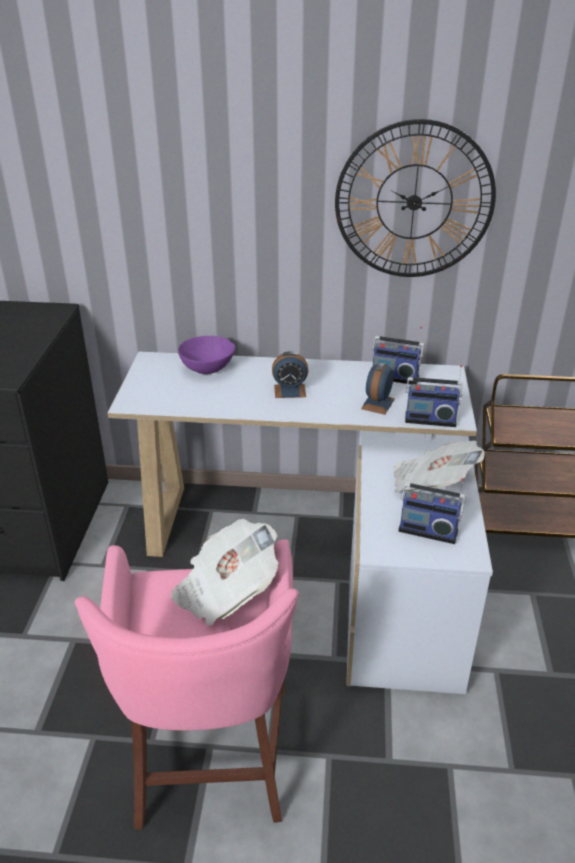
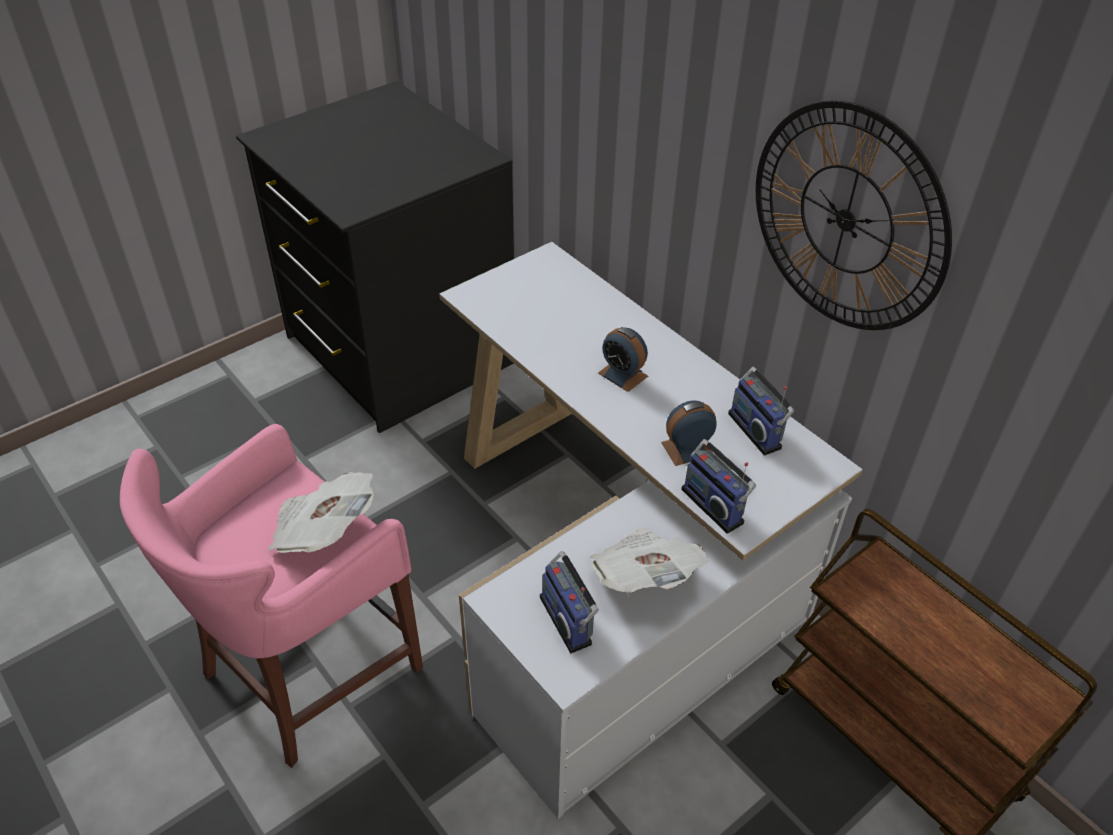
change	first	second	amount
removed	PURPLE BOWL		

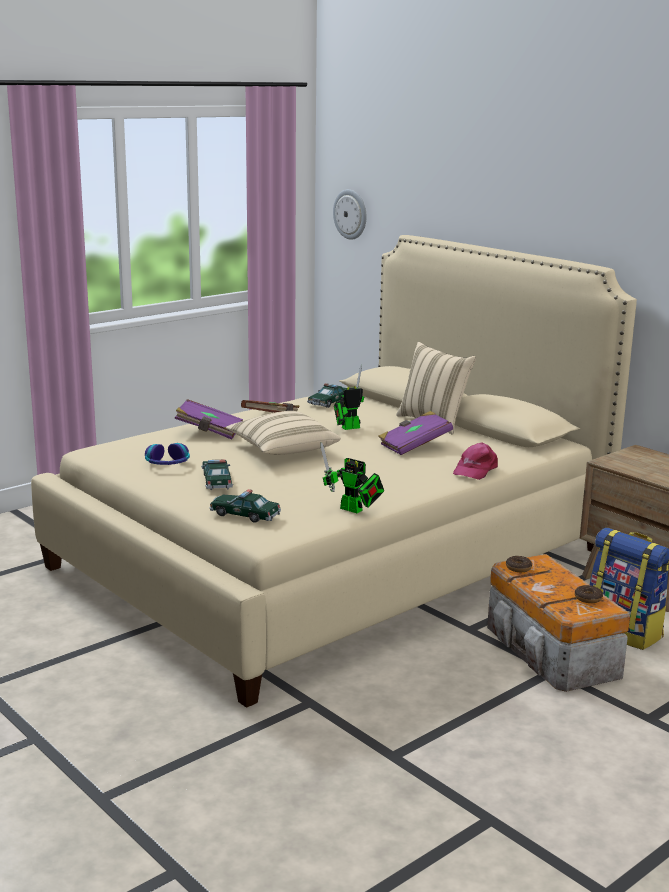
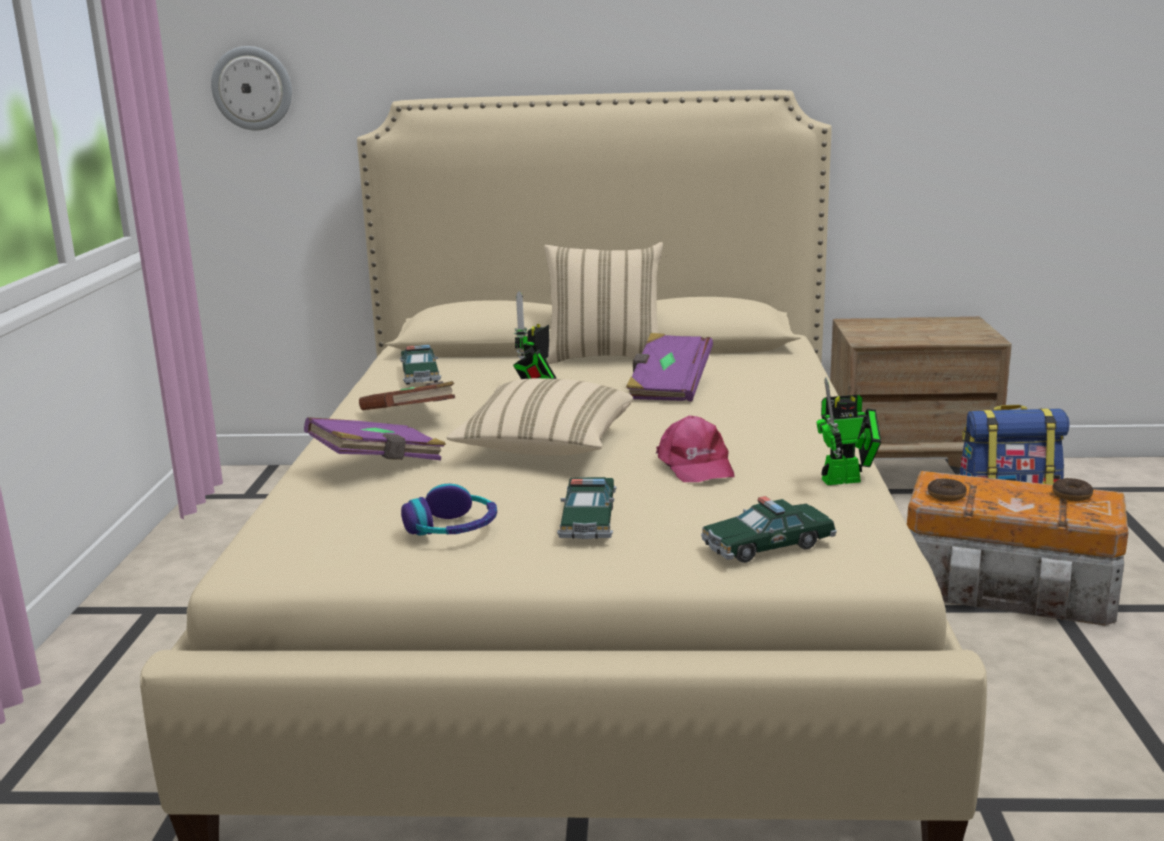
change	first	second	amount
turned	TOY CAR (1st from left in the first image)	TOY CAR (2nd from left)	120 degrees counterclockwise
moved	PINKISH PEAKED CAP		

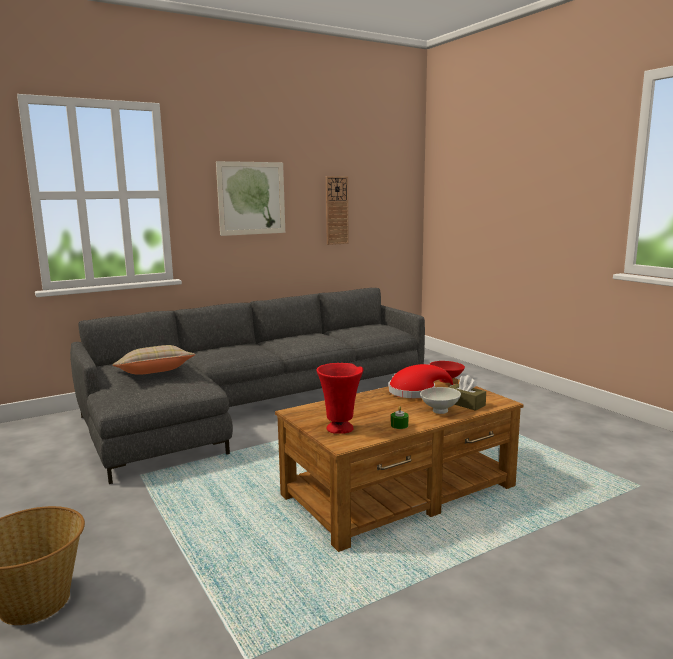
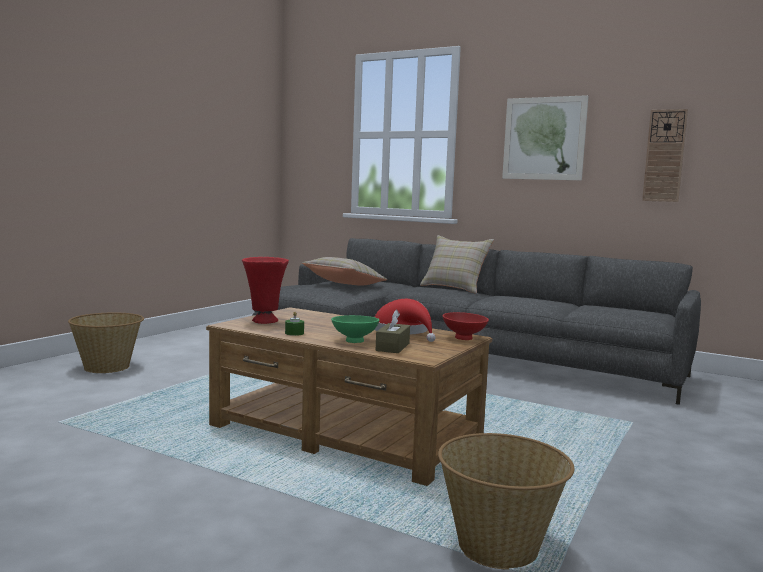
change	first	second	amount
recoloured	WHITISH BOWL	GREENISH BOWL	
added		SAND-COLOURED PILLOW (2nd from left)	
added		HOUSEHOLD BASKET (2nd from left)	

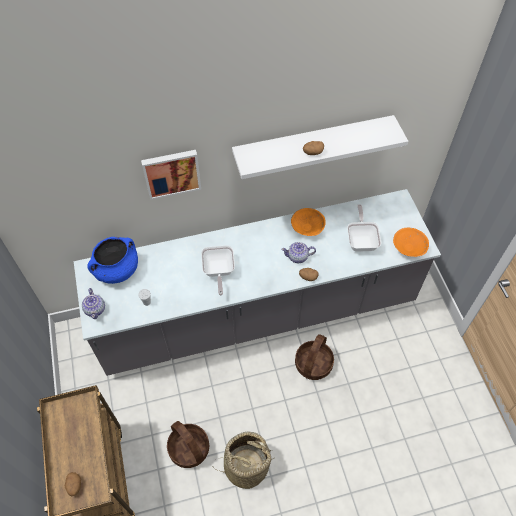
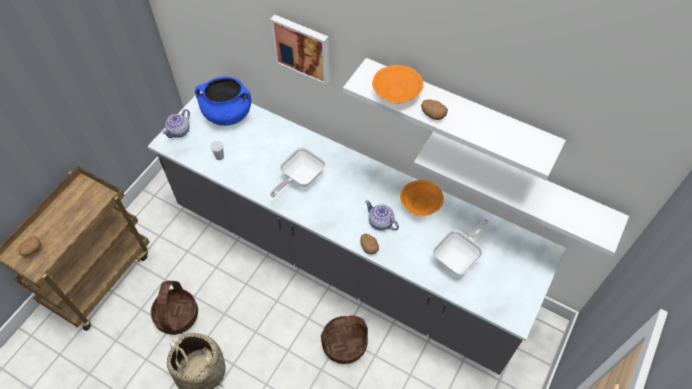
change	first	second	amount
moved	ORANGEY BOWL (2nd from left in the first image)	ORANGEY BOWL (1st from left)	
added		WHITISH BRACKET SHELF (2nd from left)	

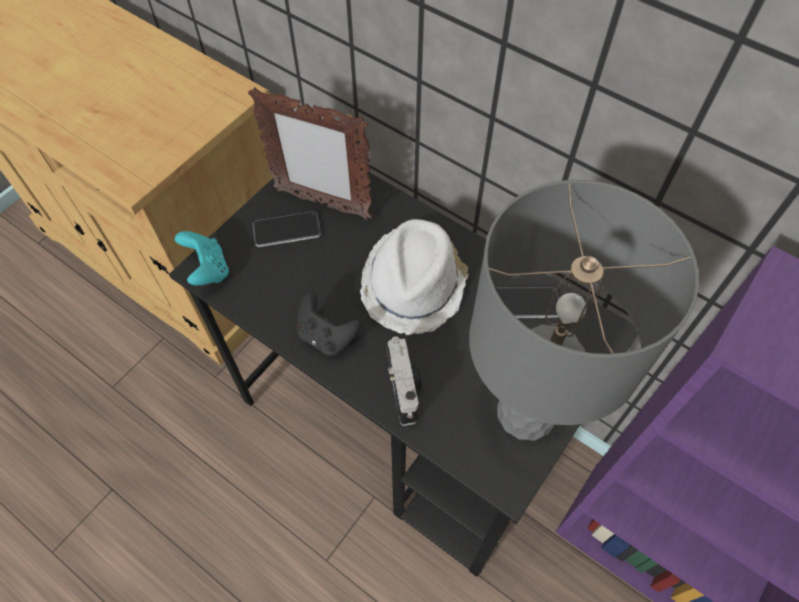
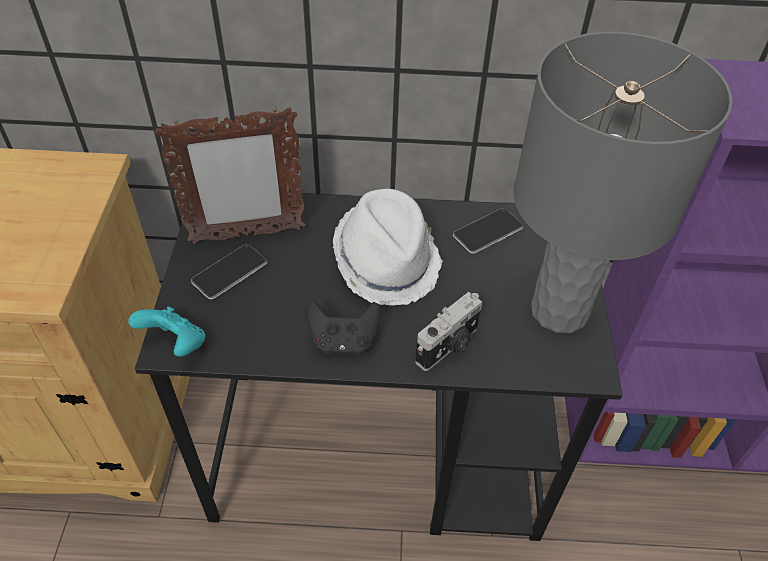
change	first	second	amount
turned	PHOTO CAMERA		90 degrees clockwise

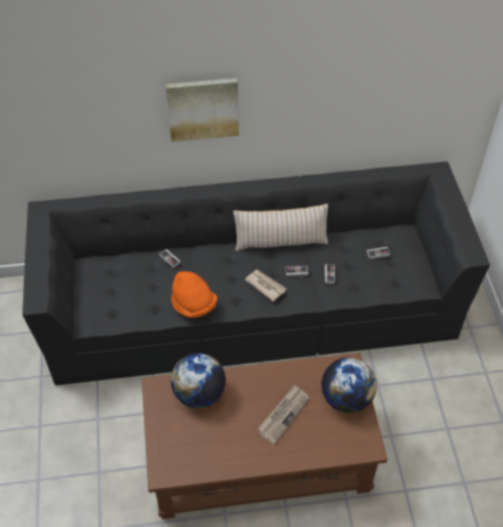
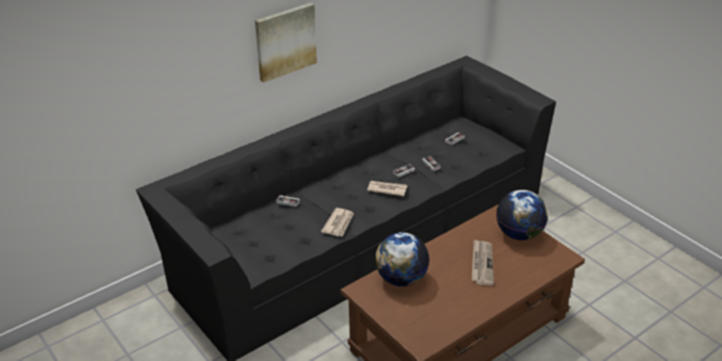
change	first	second	amount
replaced	ORANGEY CLOTHING HAT	PRINTED PAPER (1st from left)	
removed	SAND-COLOURED PILLOW		

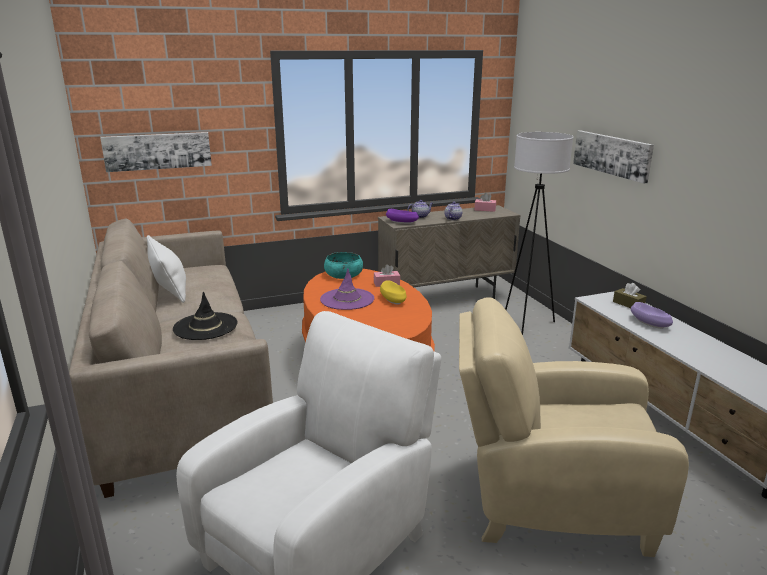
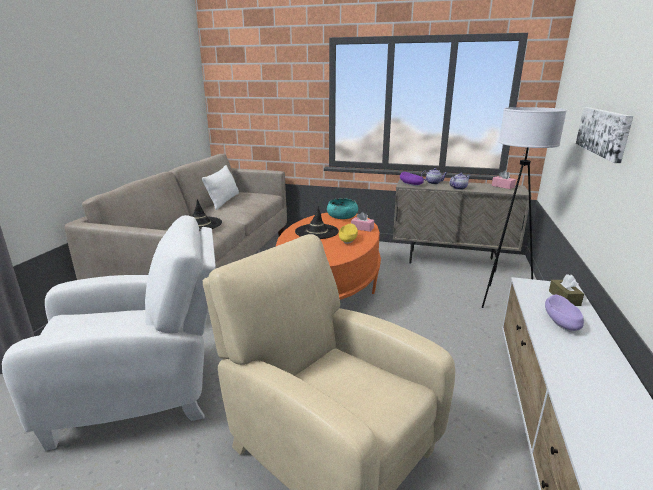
change	first	second	amount
recoloured	PURPLE CLOTHING HAT	BLACK-COLOURED CLOTHING HAT (2nd from left)	
removed	WALL ART (1st from left)		

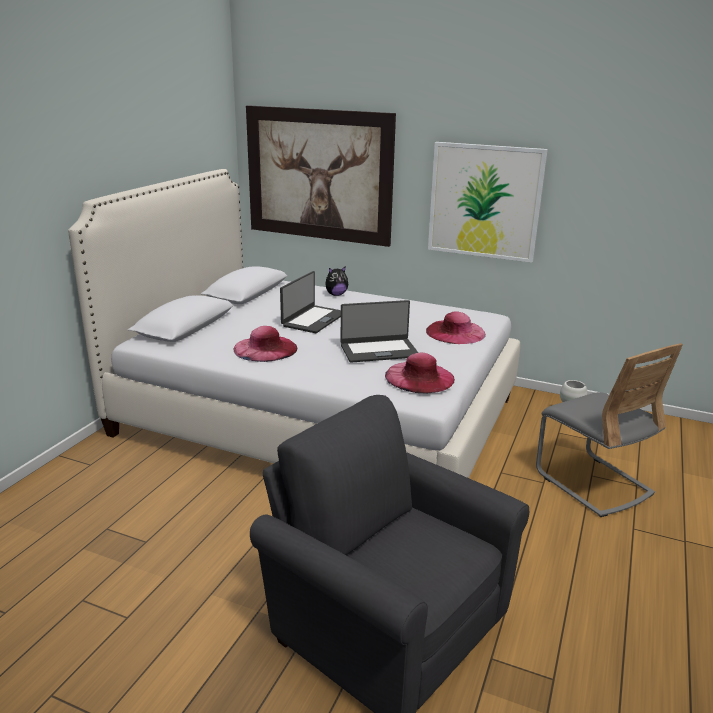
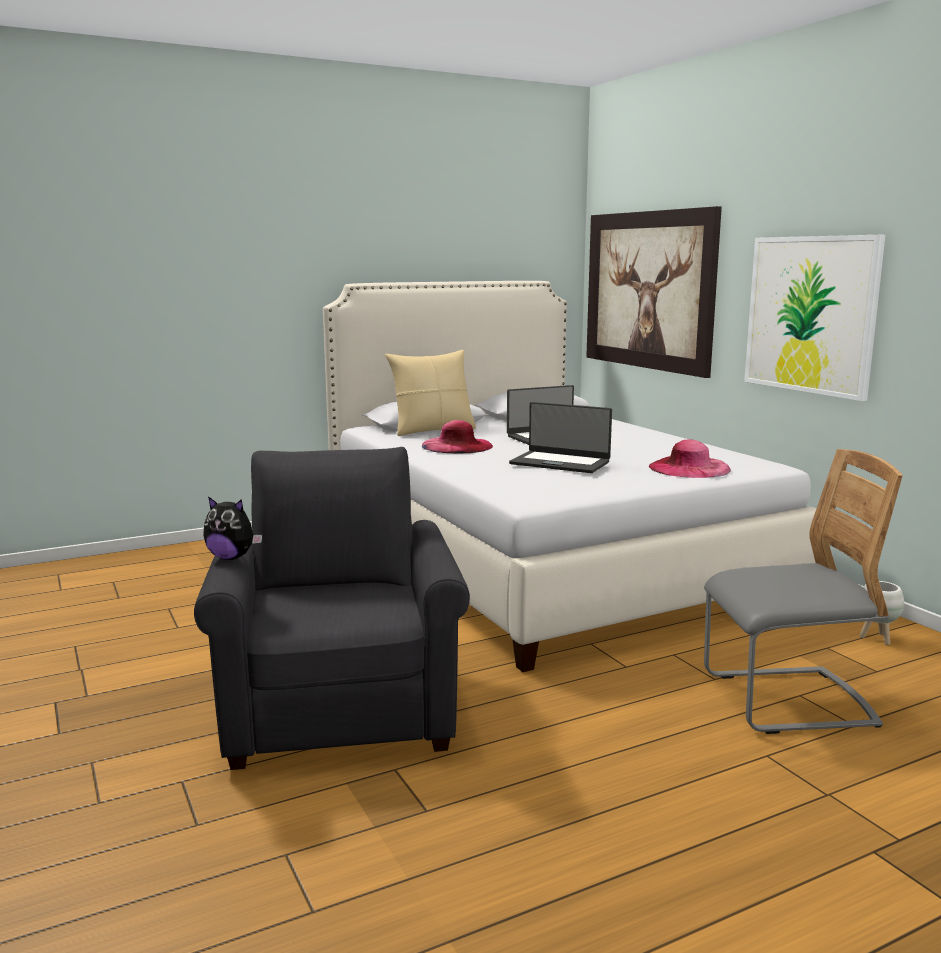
change	first	second	amount
moved	PLUSH TOY		
added		SAND-COLOURED PILLOW	
turned	GRAY CHAIR		105 degrees counterclockwise
removed	PINKISH CLOTHING HAT (2nd from left)		

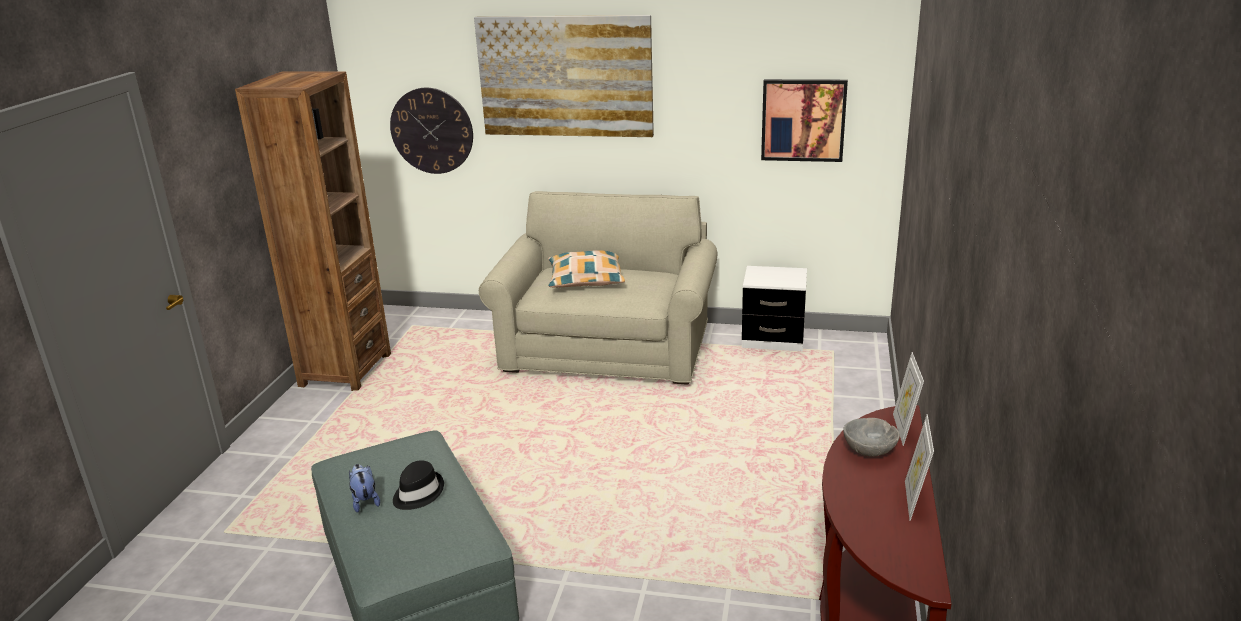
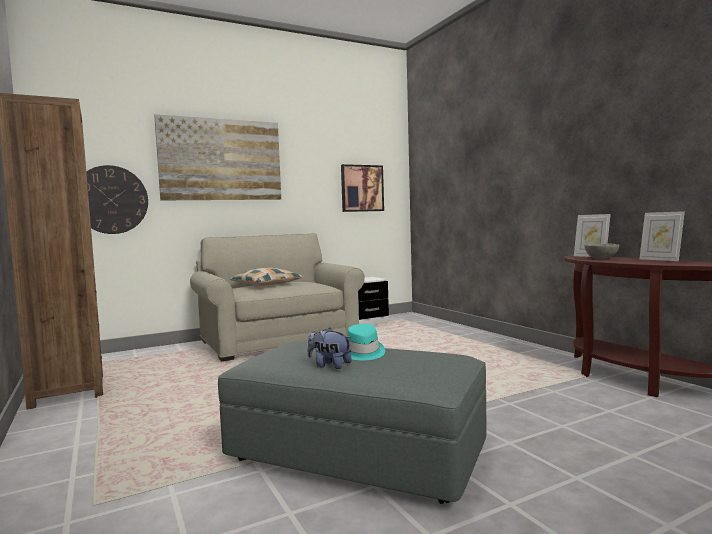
change	first	second	amount
recoloured	BLACK-COLOURED CLOTHING HAT	BLUE-GREEN CLOTHING HAT	

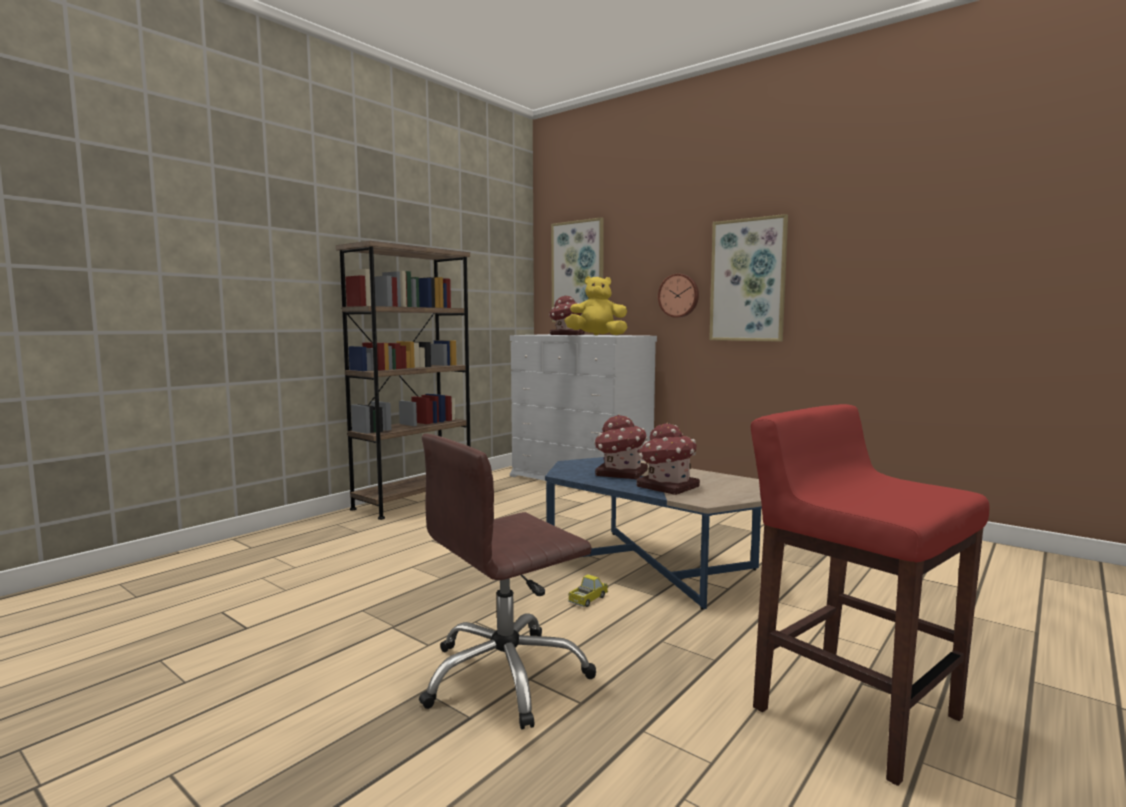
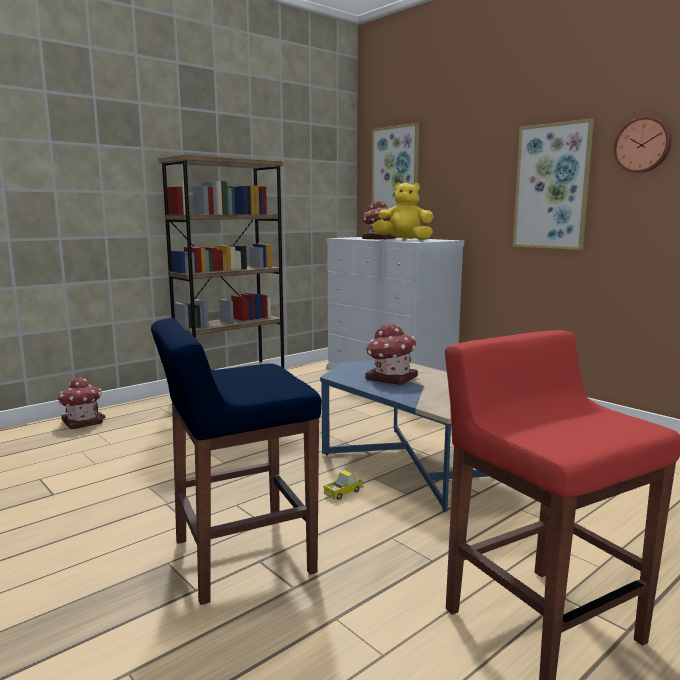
change	first	second	amount
moved	MINIATURE HOUSE (3rd from left in the first image)	MINIATURE HOUSE (1st from left)	
replaced	BROWN-COLOURED COMPUTER CHAIR	BLUE-COLOURED SITTING STOOL	
moved	HANGING CLOCK		

